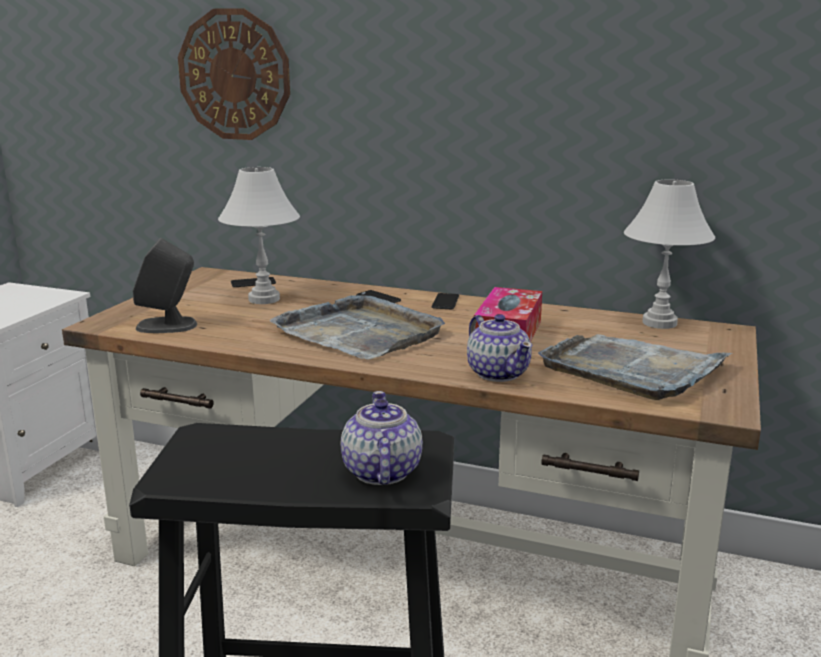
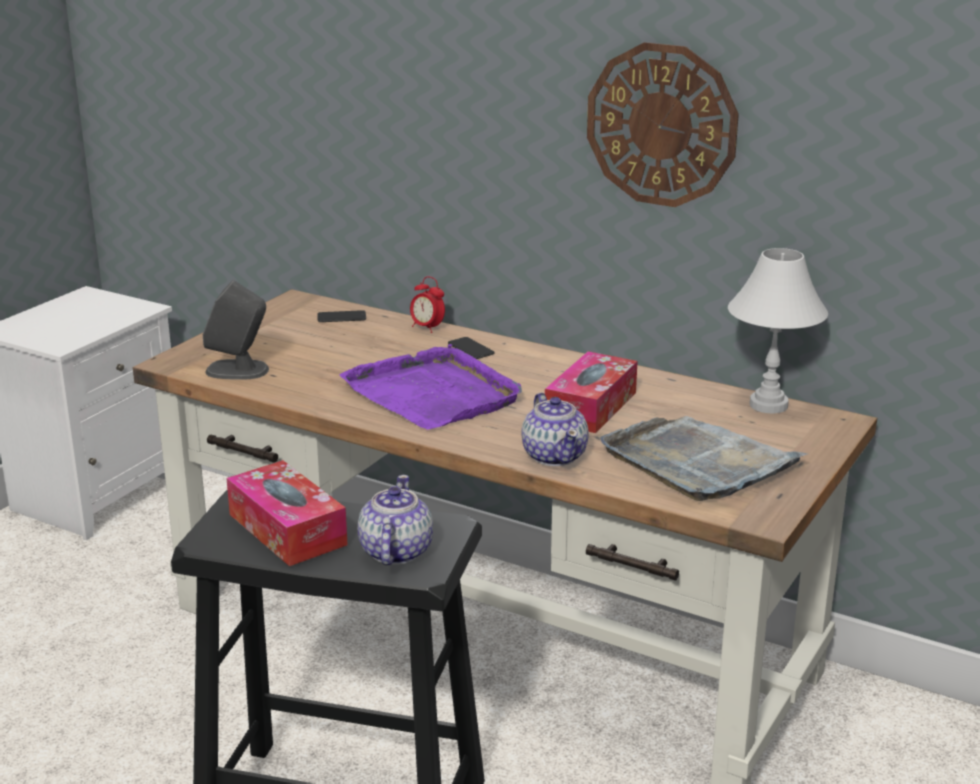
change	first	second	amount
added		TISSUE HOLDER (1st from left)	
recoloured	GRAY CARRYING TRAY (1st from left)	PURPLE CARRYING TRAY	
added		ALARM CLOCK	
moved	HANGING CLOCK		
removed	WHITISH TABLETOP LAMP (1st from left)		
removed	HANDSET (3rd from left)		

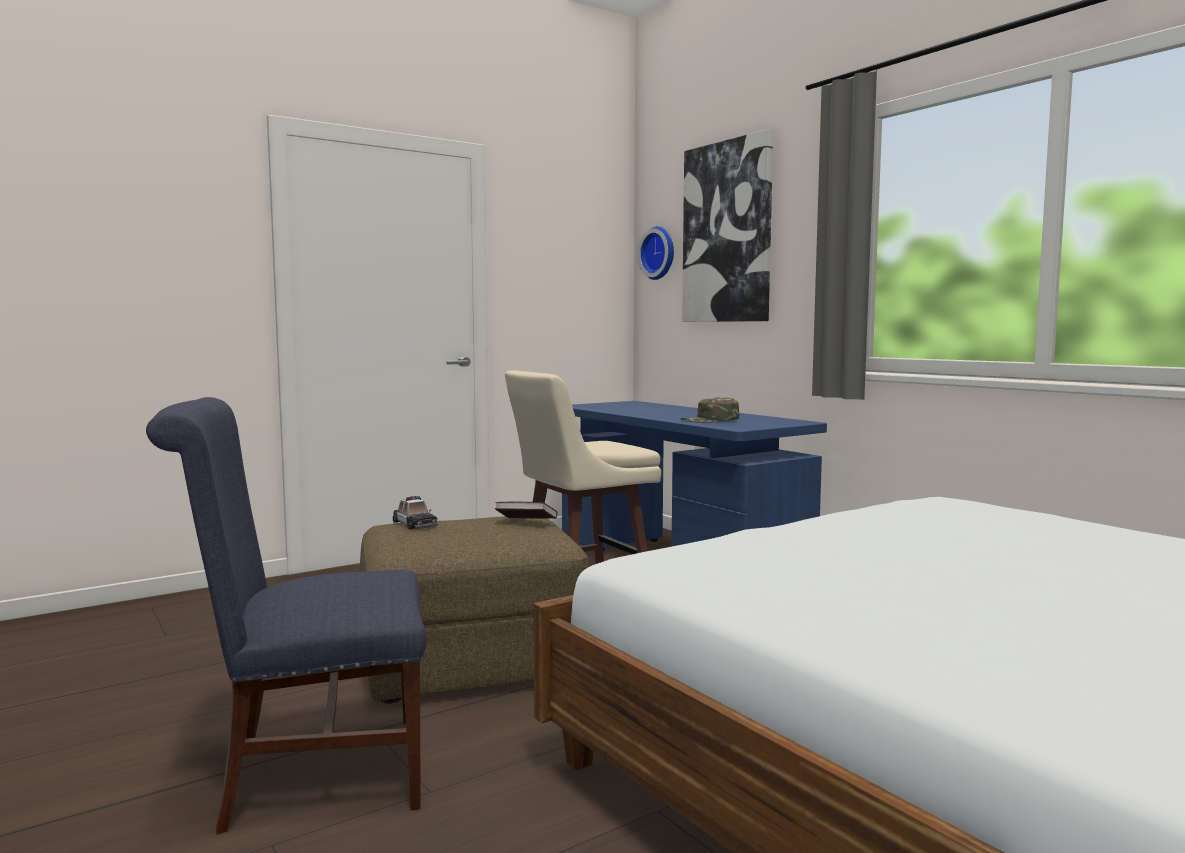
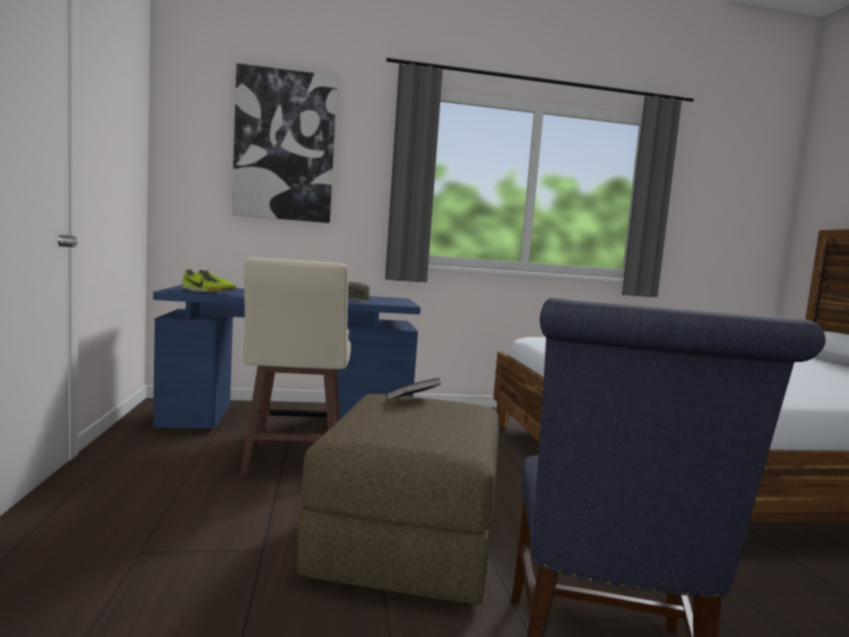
change	first	second	amount
added		LOW SHOE	
removed	TOY CAR		
removed	HANGING CLOCK		

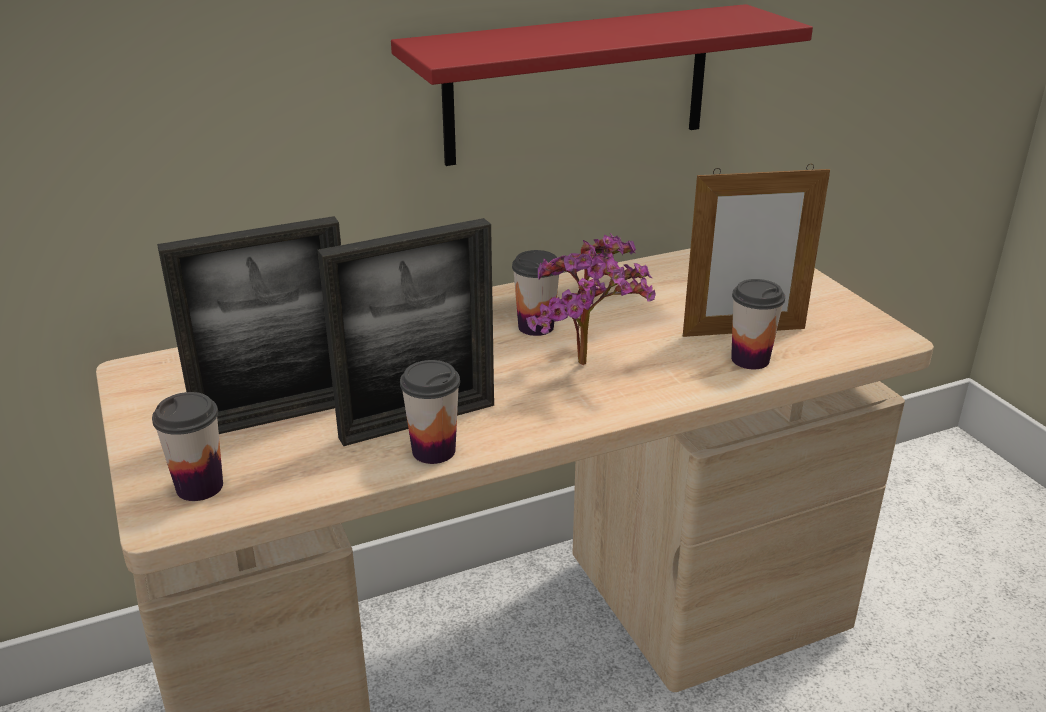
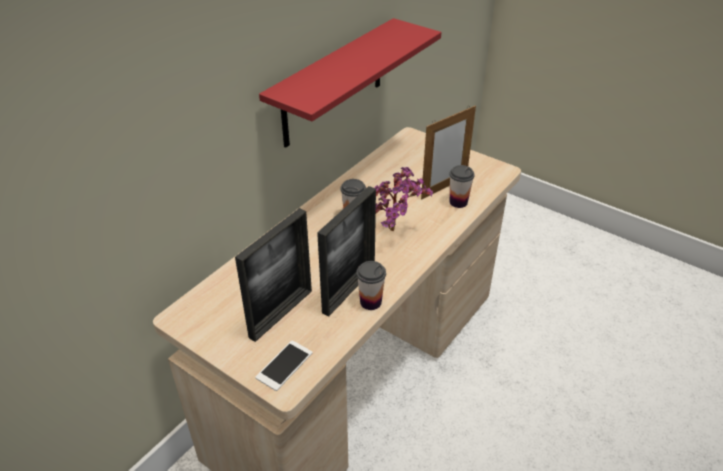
change	first	second	amount
replaced	SMALL CUP (1st from left)	HANDSET	

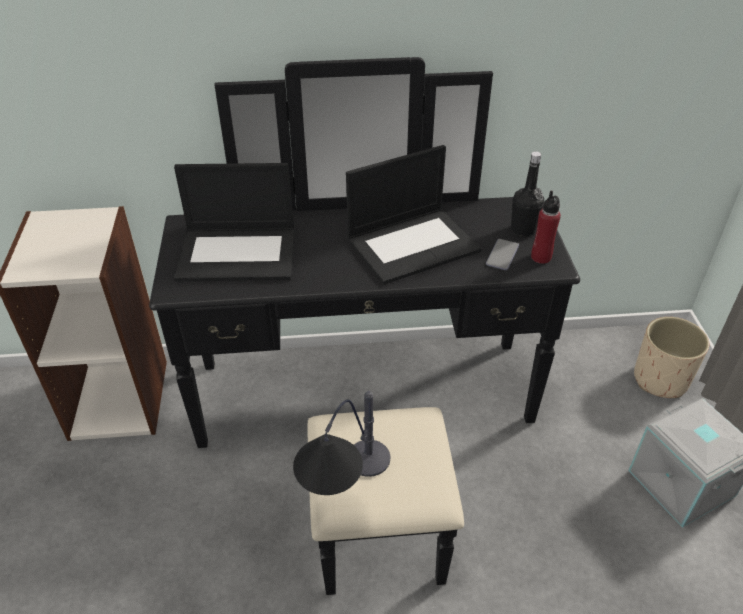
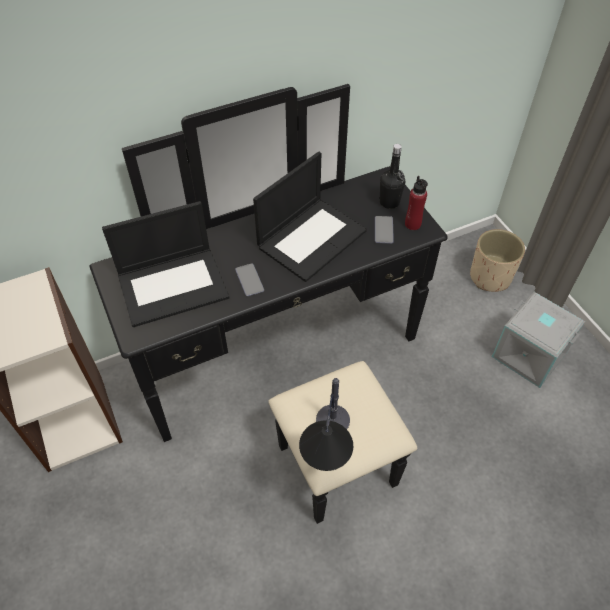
change	first	second	amount
added		HANDSET (1st from left)	

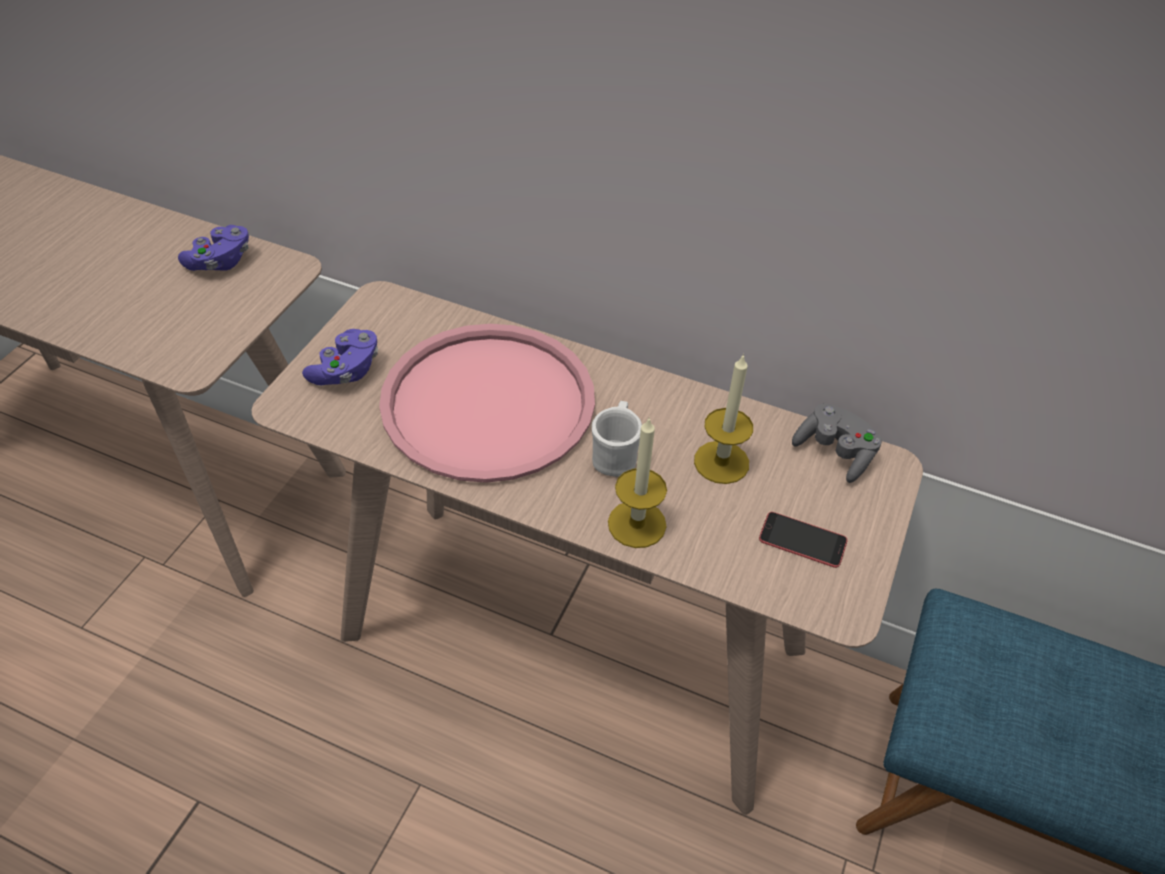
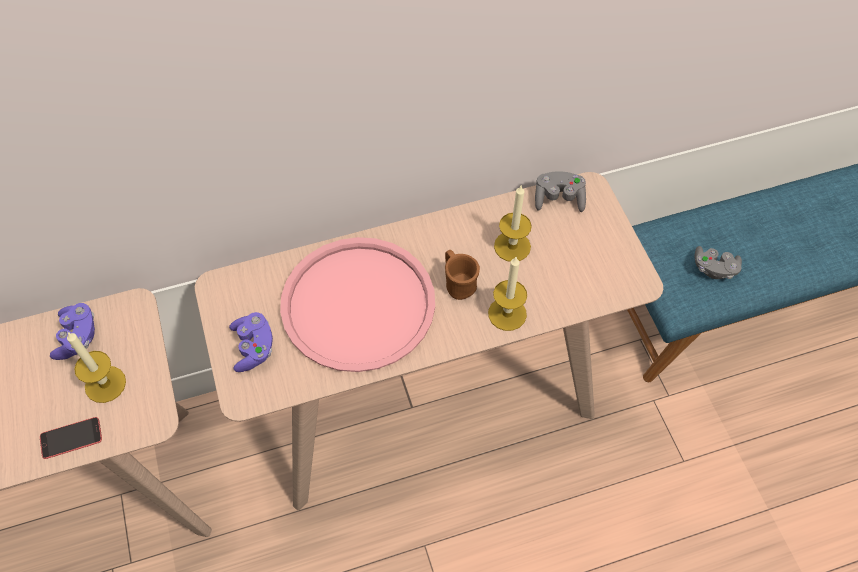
change	first	second	amount
moved	HANDSET		
added		CANDLE (1st from left)	
recoloured	WHITISH COFFEE MUG	BROWN-COLOURED COFFEE MUG	
added		GRAY GAME CONTROLLER (2nd from left)	

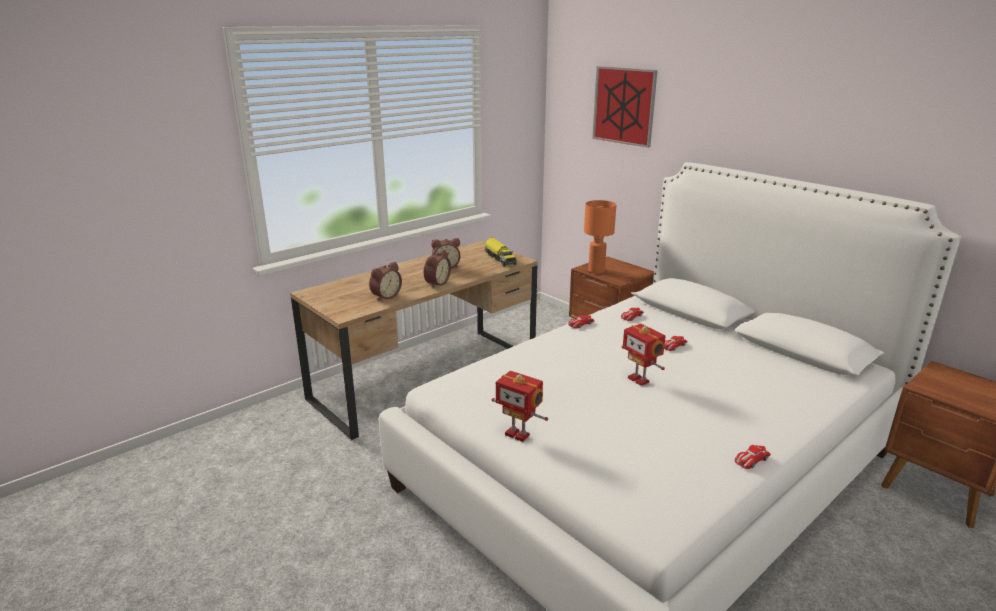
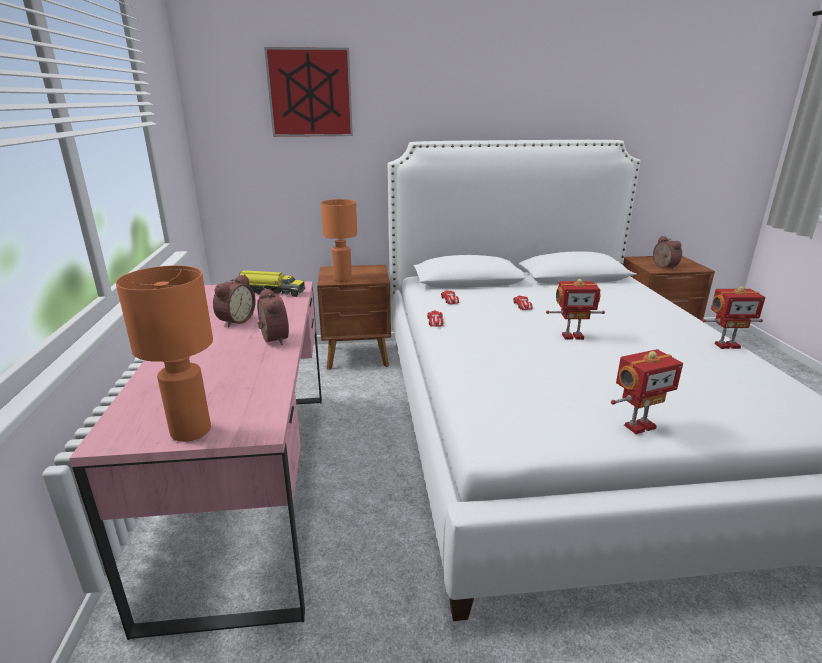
change	first	second	amount
recoloured	BROWN-COLOURED DESK	PINKISH DESK	
added		ORANGEY TABLETOP LAMP (1st from left)	
moved	ALARM CLOCK (1st from left in the first image)	ALARM CLOCK (3rd from left)	
replaced	TOY CAR (4th from left)	ROBOT FIGURE (3rd from left)	

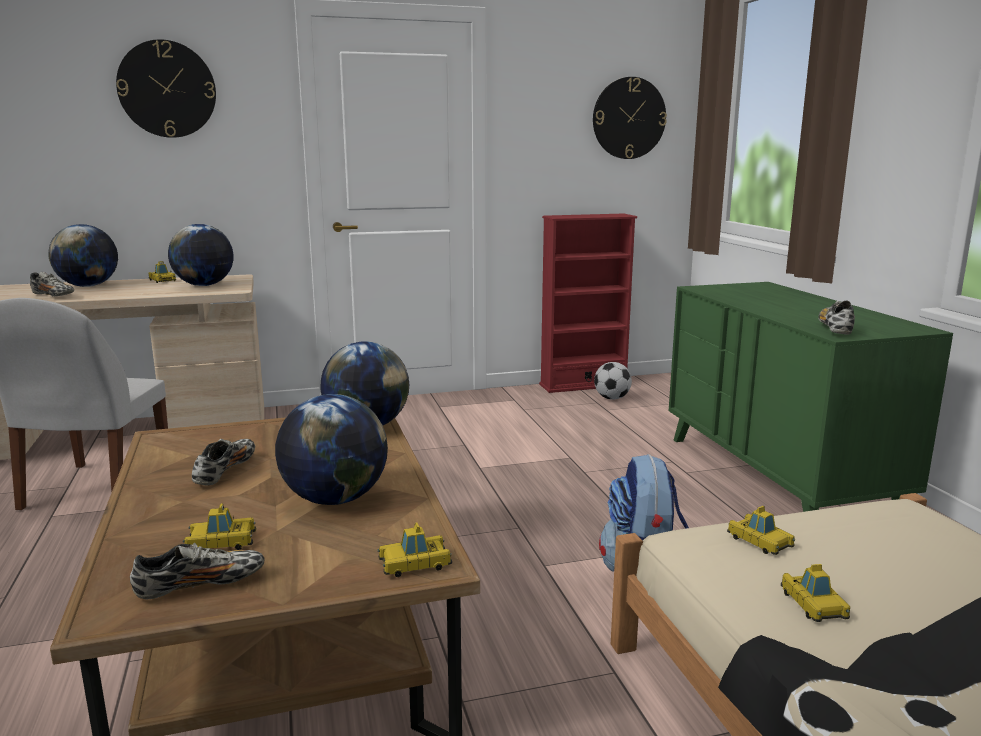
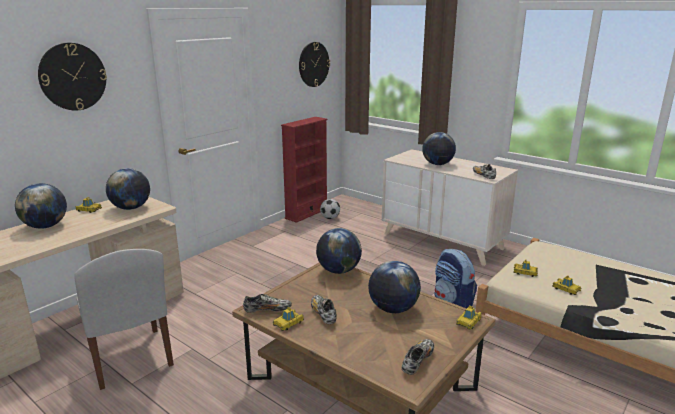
change	first	second	amount
moved	LOW SHOE (1st from left)		
moved	TOY CAR (2nd from left)		
recoloured	GREENISH DRESSER	SAND-COLOURED DRESSER	
added		DESK GLOBE (5th from left)	

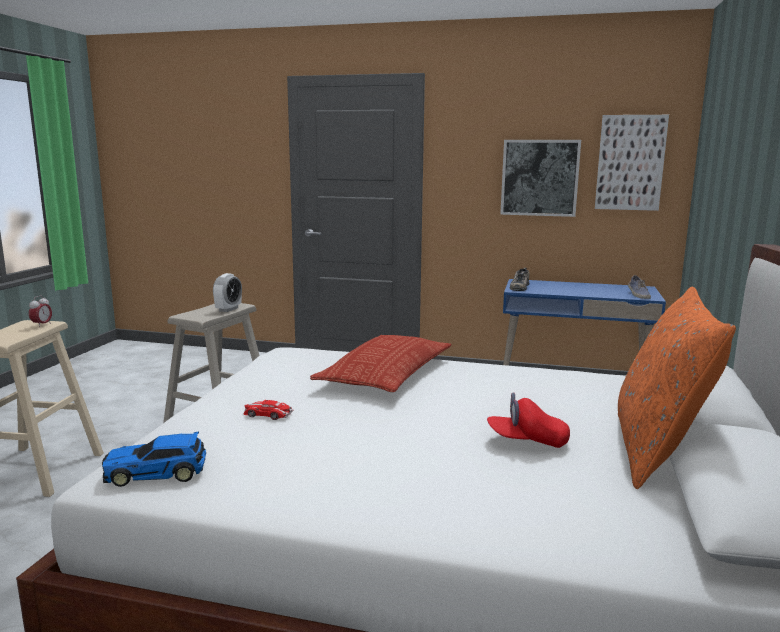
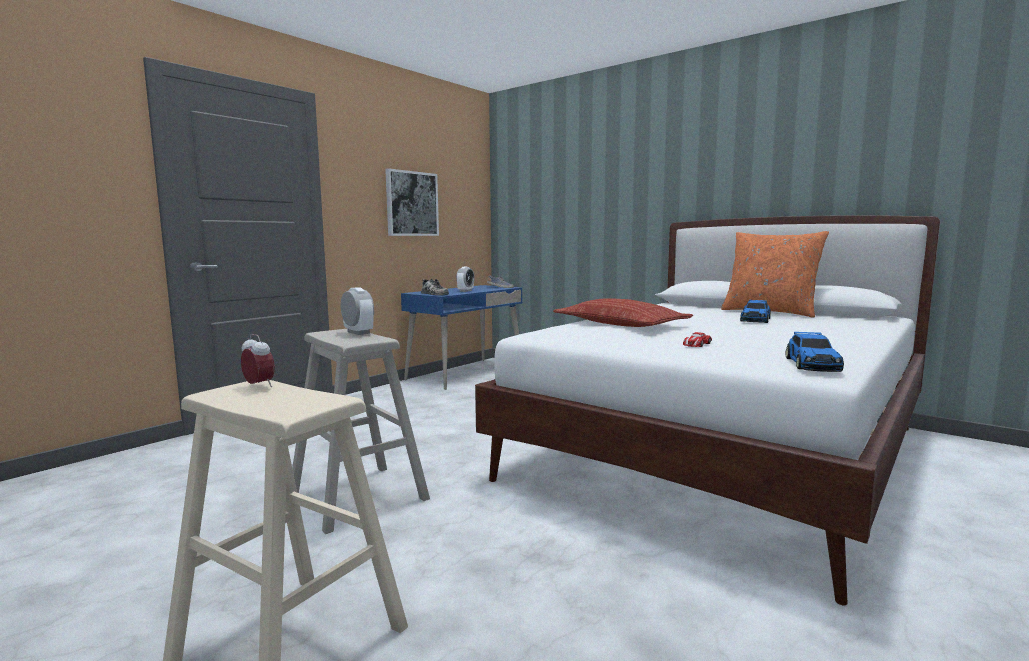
change	first	second	amount
added		ALARM CLOCK (3rd from left)	
replaced	REDDISH PEAKED CAP	TOY CAR (2nd from left)	
removed	WALL ART (2nd from left)		

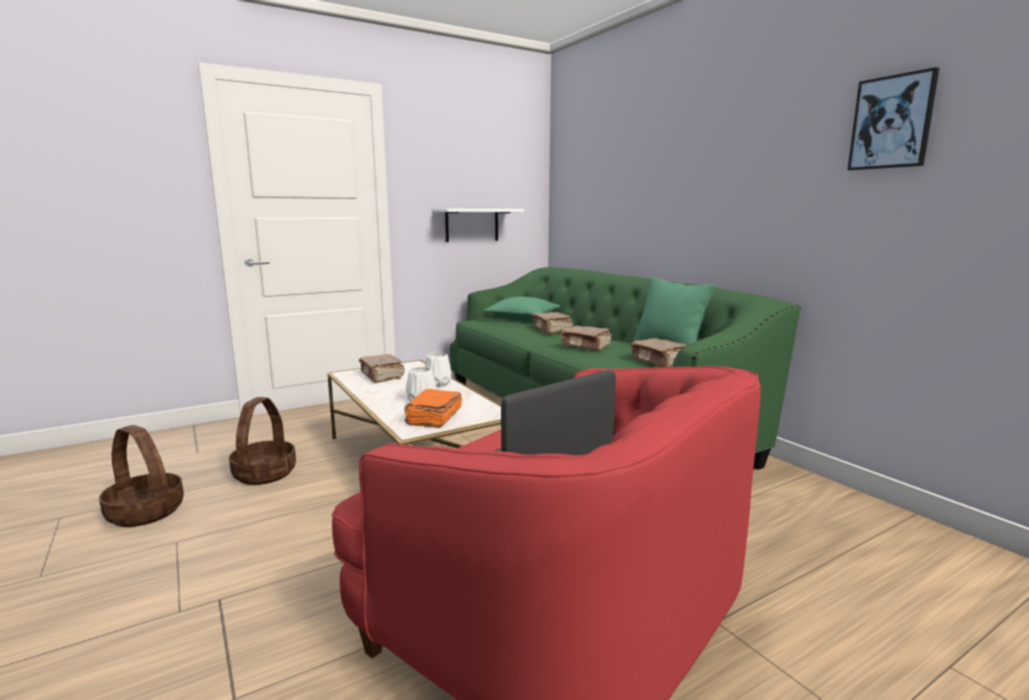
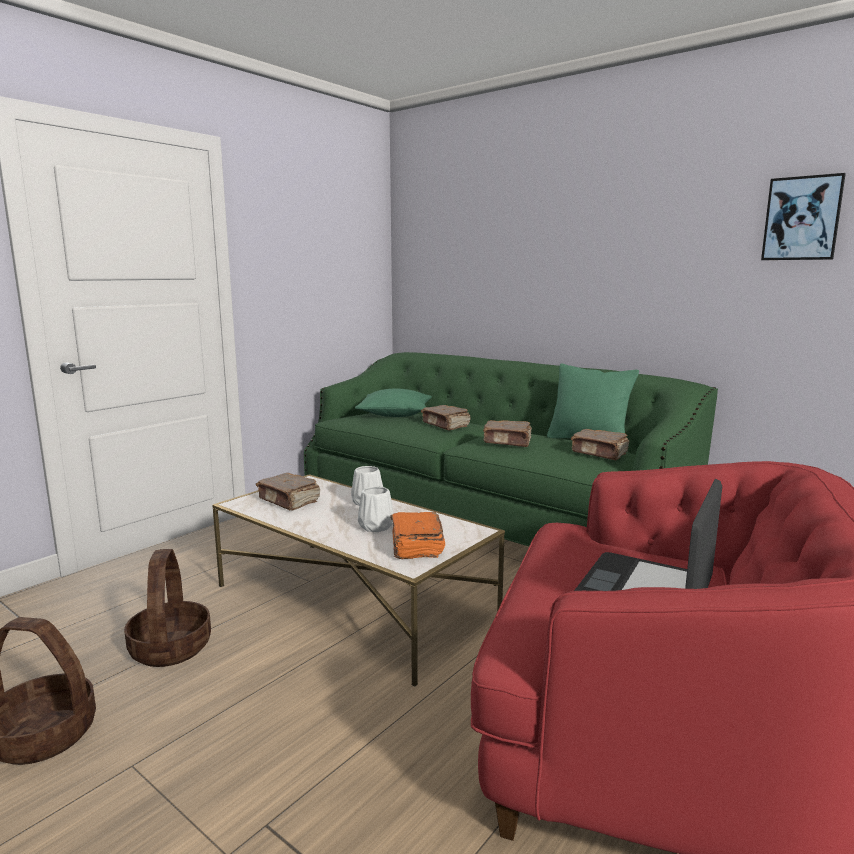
change	first	second	amount
removed	WHITISH BRACKET SHELF		

